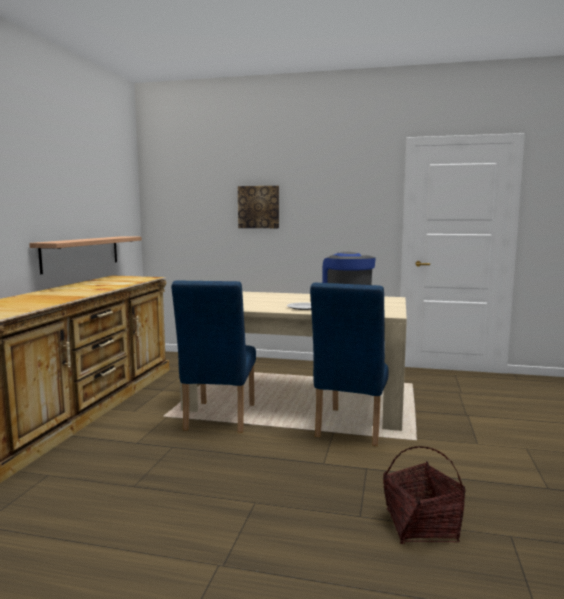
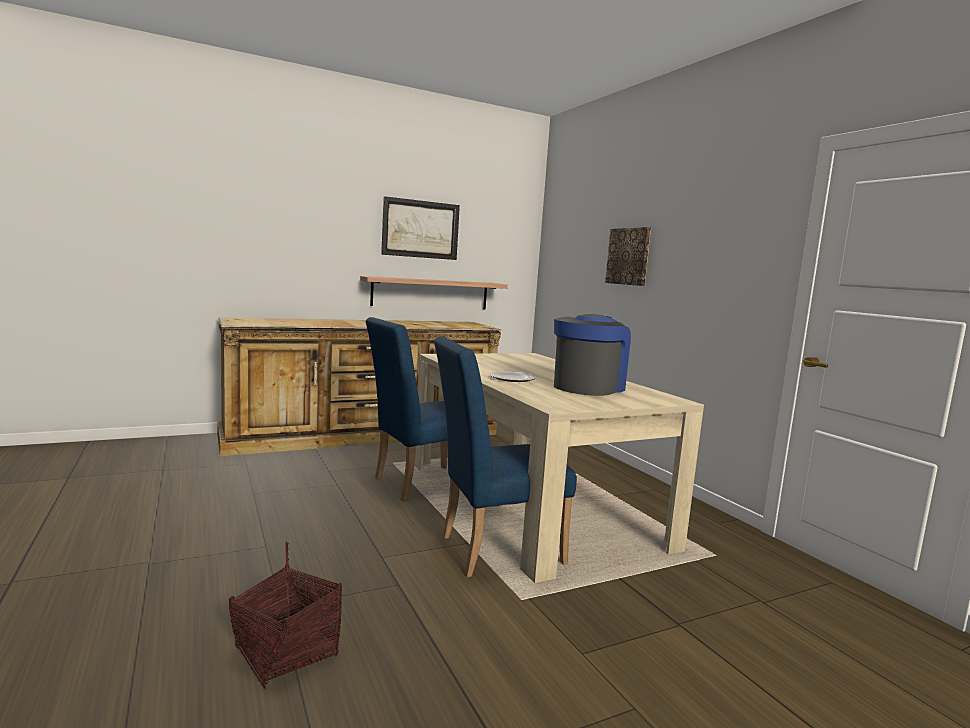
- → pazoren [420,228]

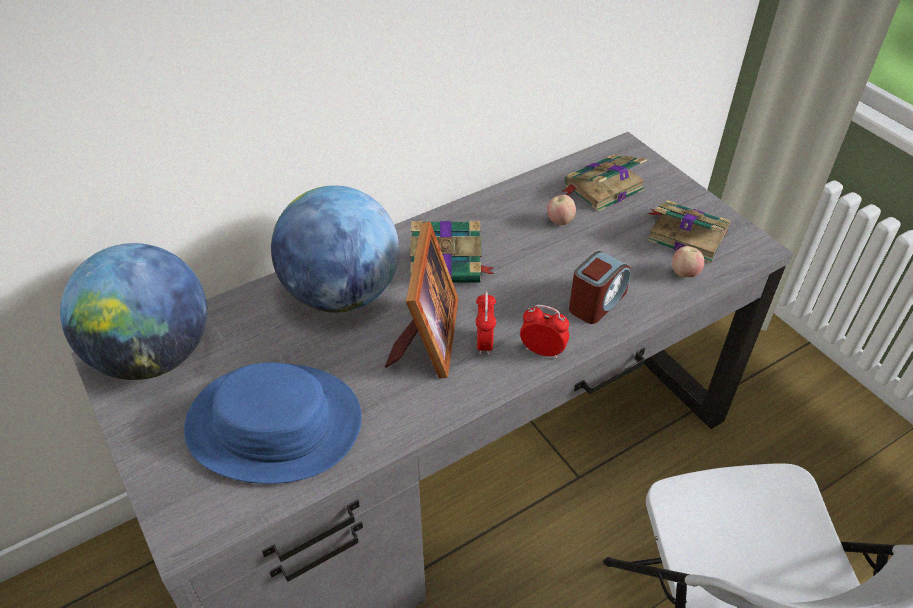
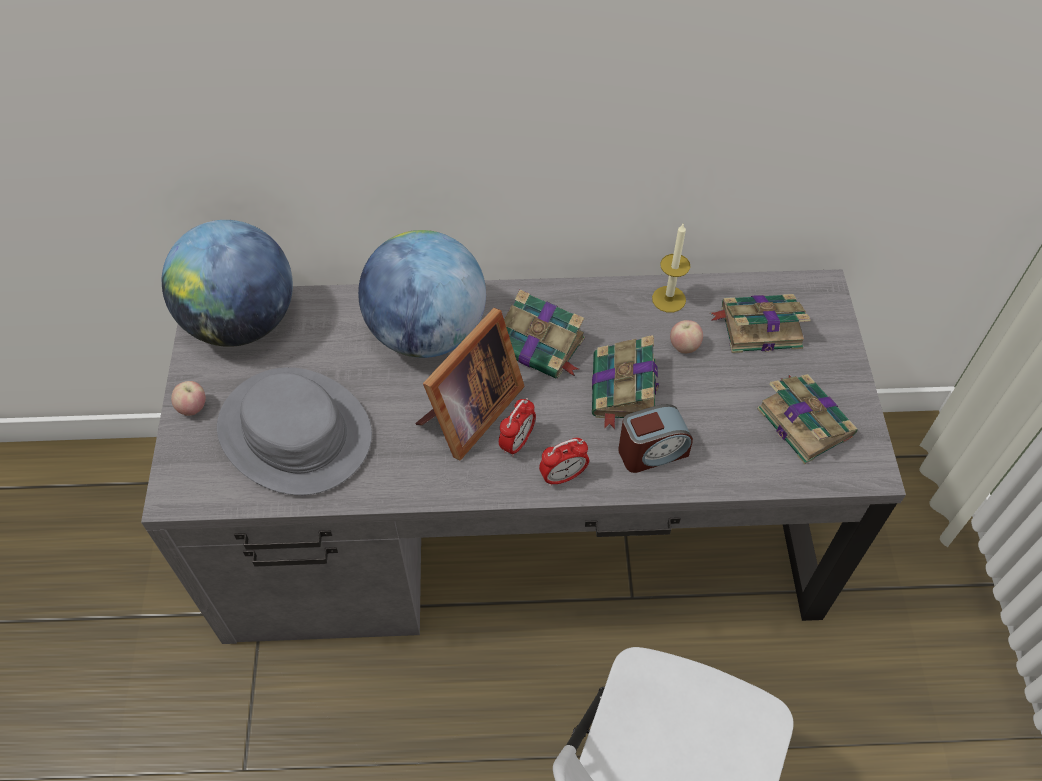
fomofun [688,261] → fomofun [188,398], move
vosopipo [544,332] → vosopipo [564,462], 105 degrees clockwise
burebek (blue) [273,423] → burebek (grey) [294,431]
- → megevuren [671,268]
- → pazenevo [625,382]

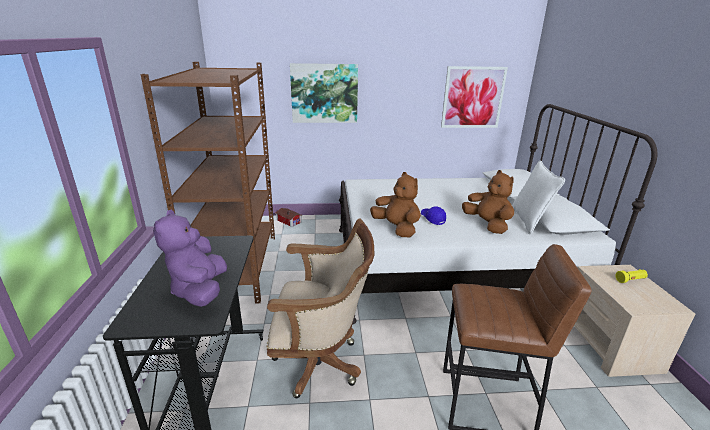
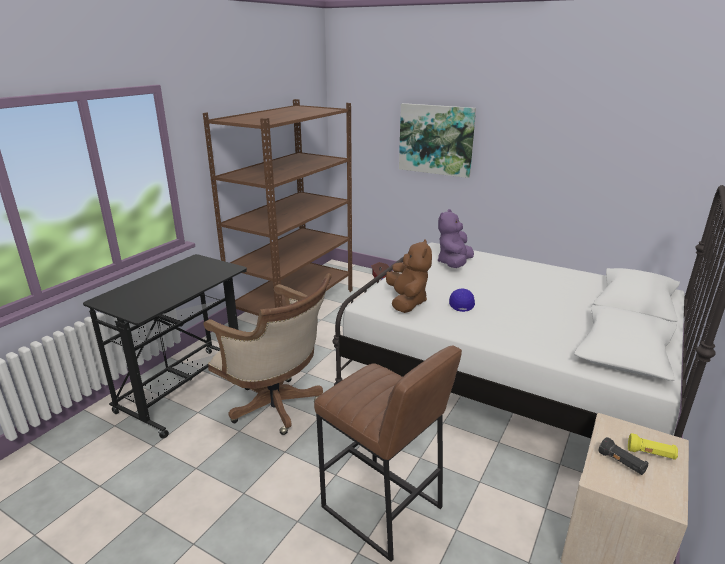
pazoren [474,97] → -
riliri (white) [538,197] → -
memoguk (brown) [488,202] → -
memoguk (purple) [190,258] → memoguk (purple) [456,238], move
- → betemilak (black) [623,456]

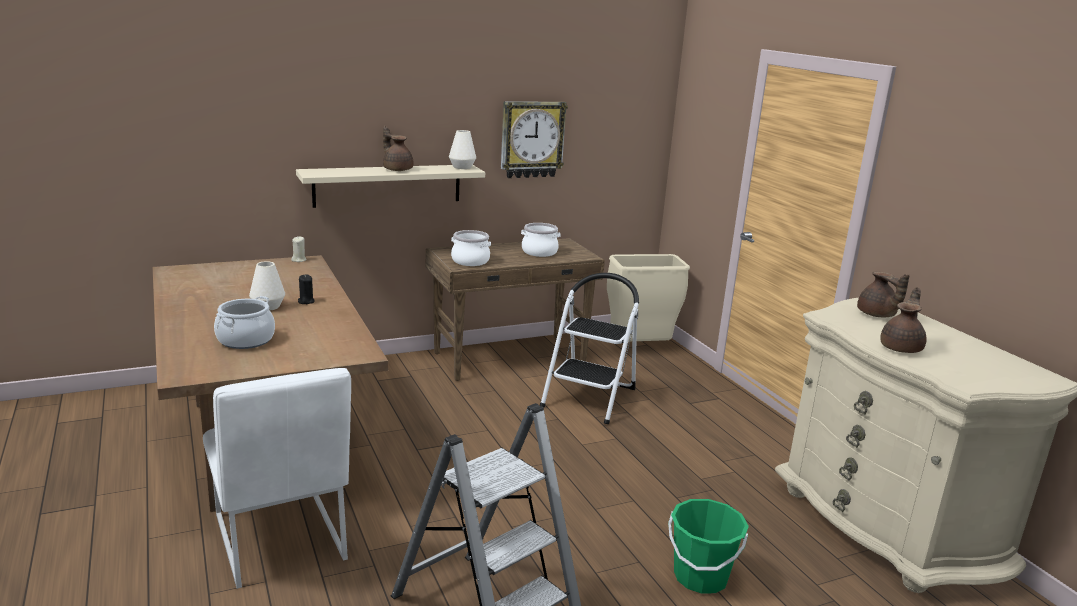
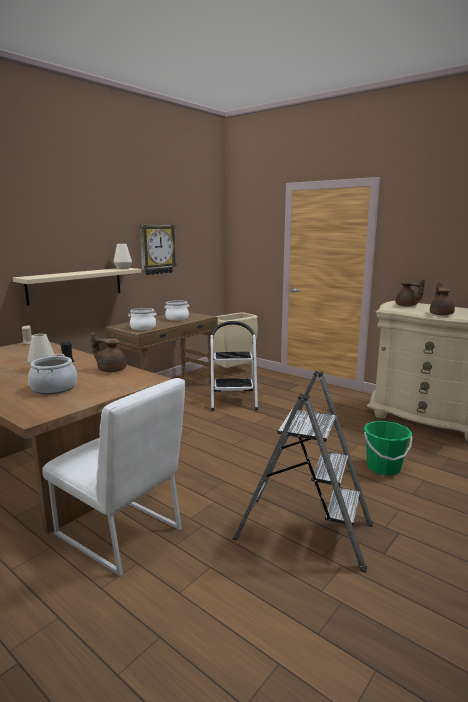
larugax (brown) [398,148] → larugax (brown) [109,352], move

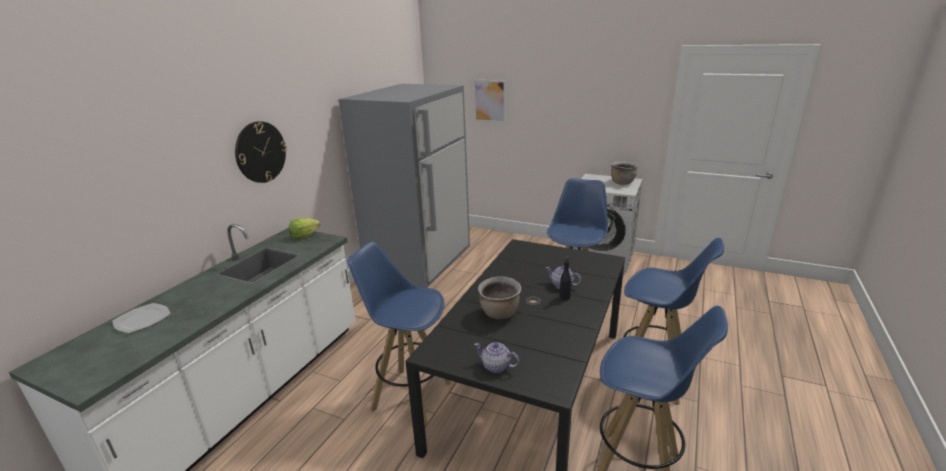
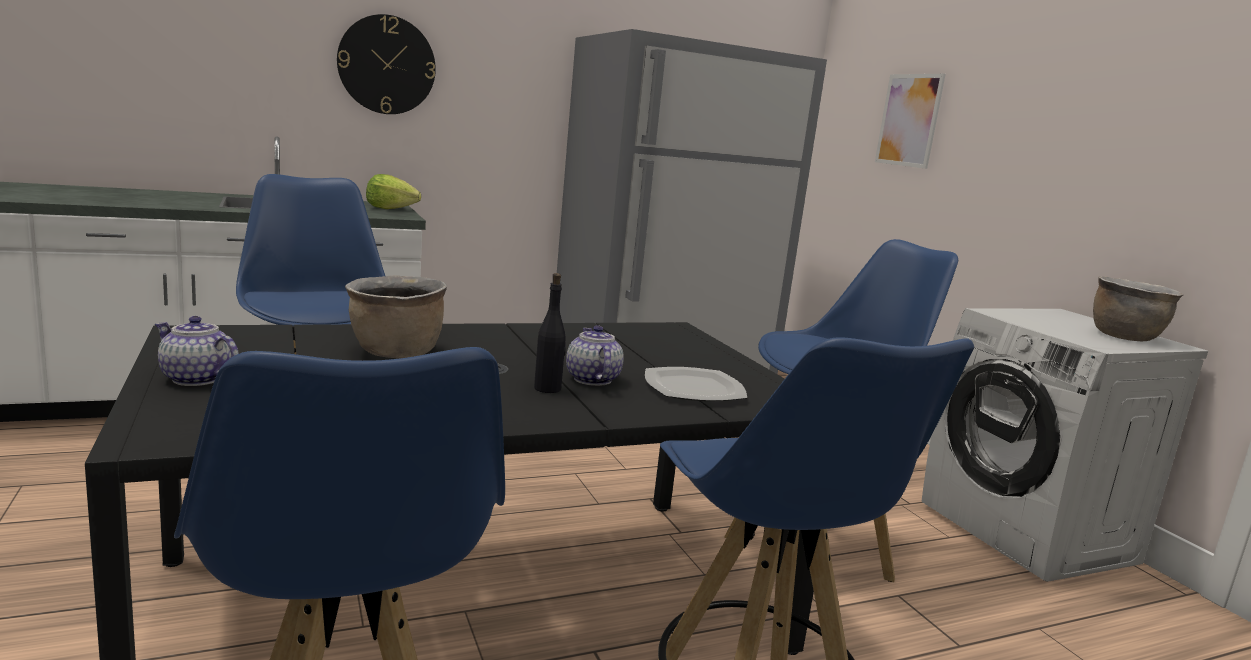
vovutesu [142,318] → vovutesu [696,384], move
larugax [496,358] → larugax [197,351], 45 degrees counterclockwise

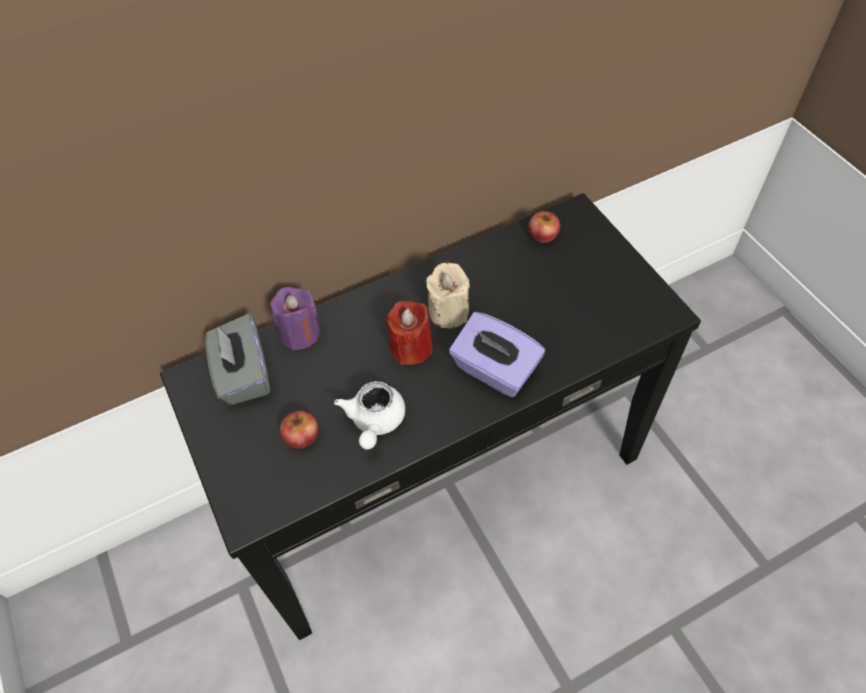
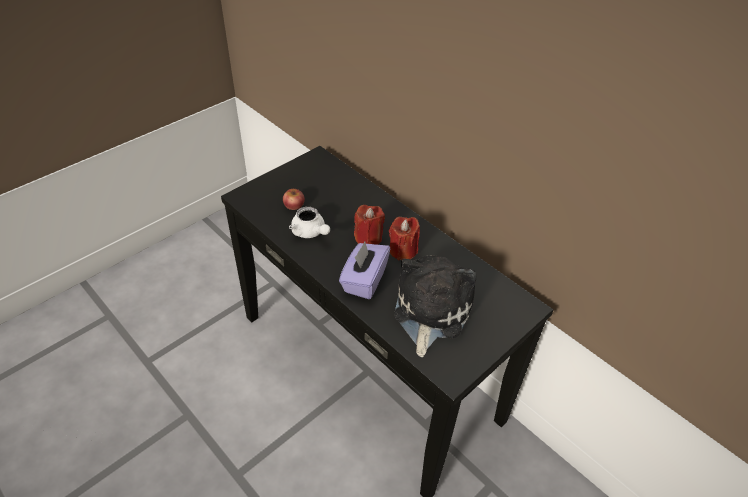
fomofun [544,227] → -
megevuren (beige) [448,295] → megevuren (red) [404,239]
megevuren (purple) [295,319] → -
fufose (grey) [237,359] → -
larugax (white) [369,415] → larugax (white) [309,222], 120 degrees counterclockwise
- → memoguk [435,306]

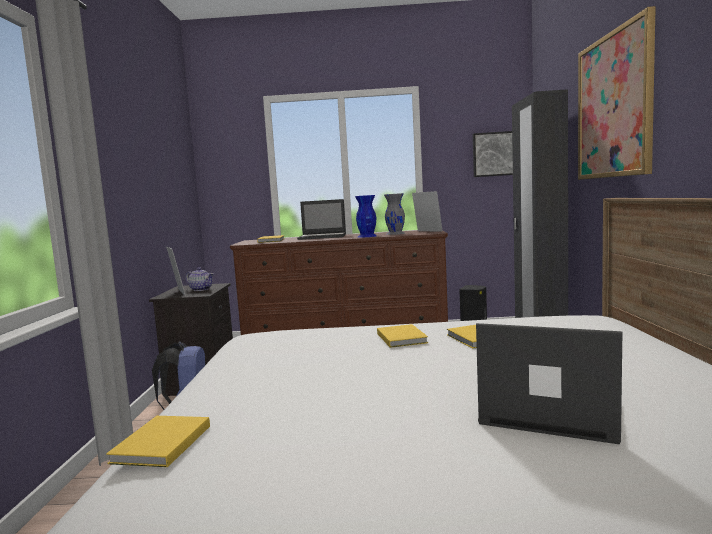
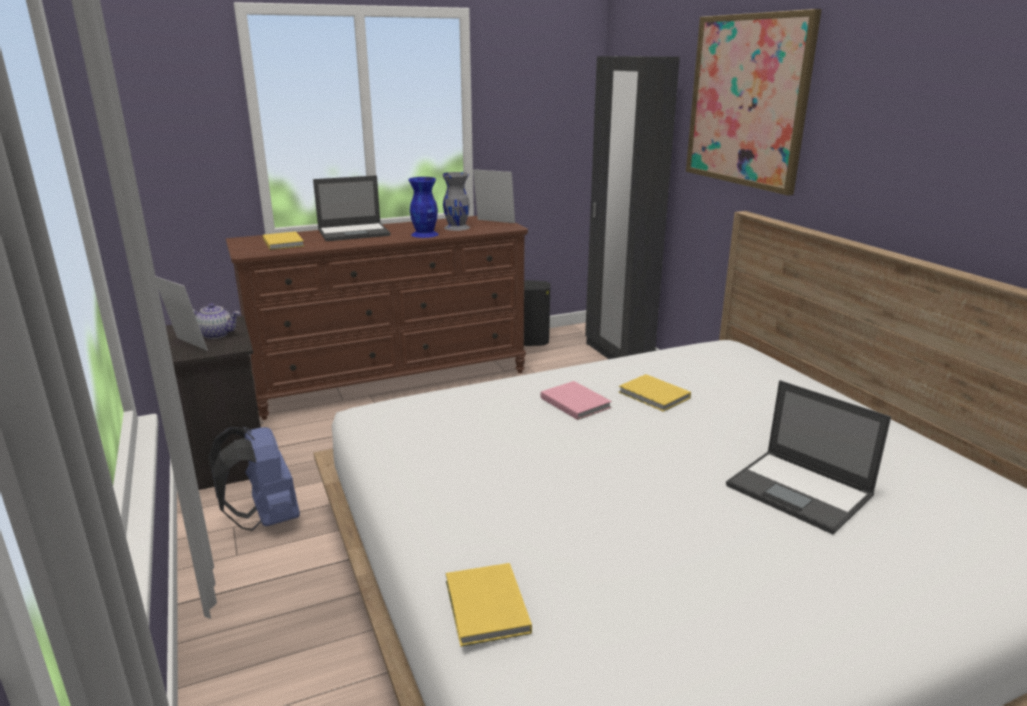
pazoren [493,154] → -
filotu [549,383] → filotu [808,457], 135 degrees counterclockwise
pazenevo (yellow) [402,336] → pazenevo (pink) [576,400]

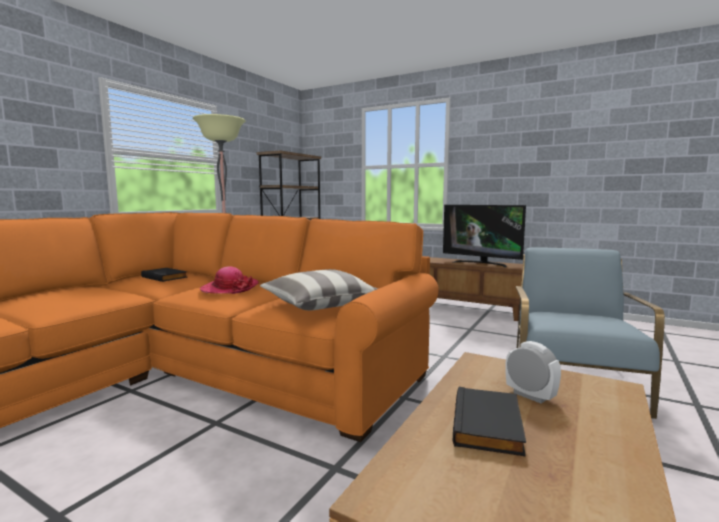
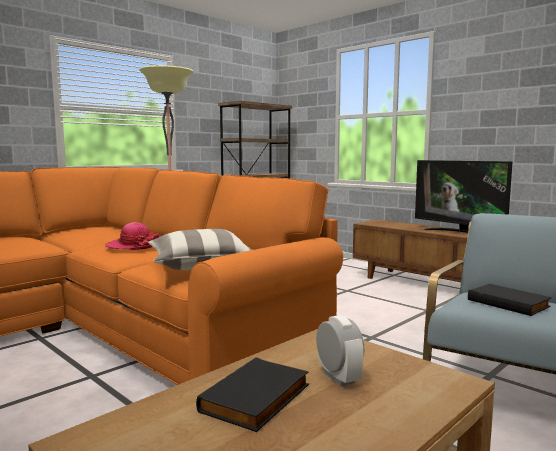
pazenevo (black) [164,275] → pazenevo (black) [510,300], move

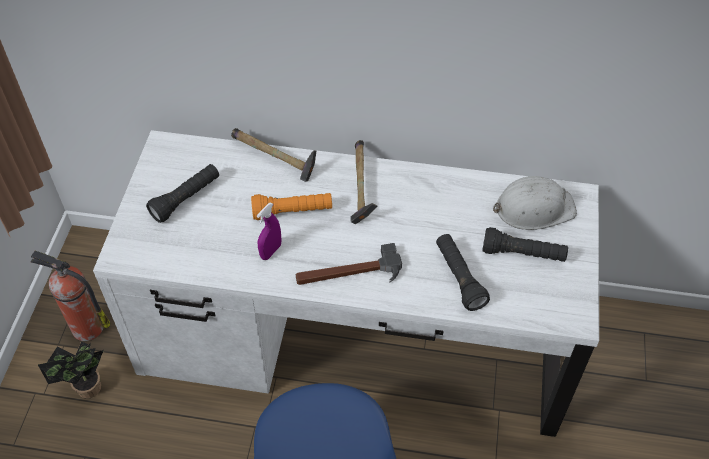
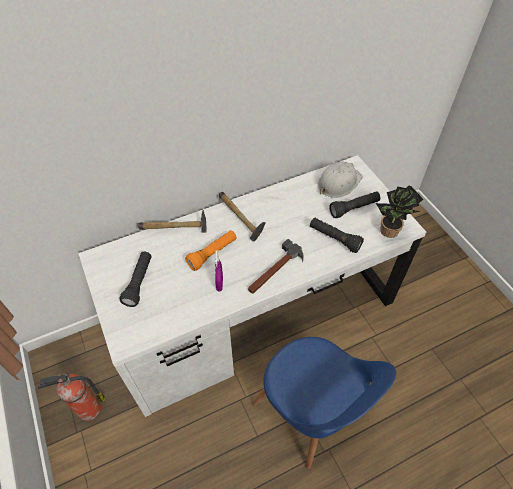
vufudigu [71,370] → vufudigu [399,211], move

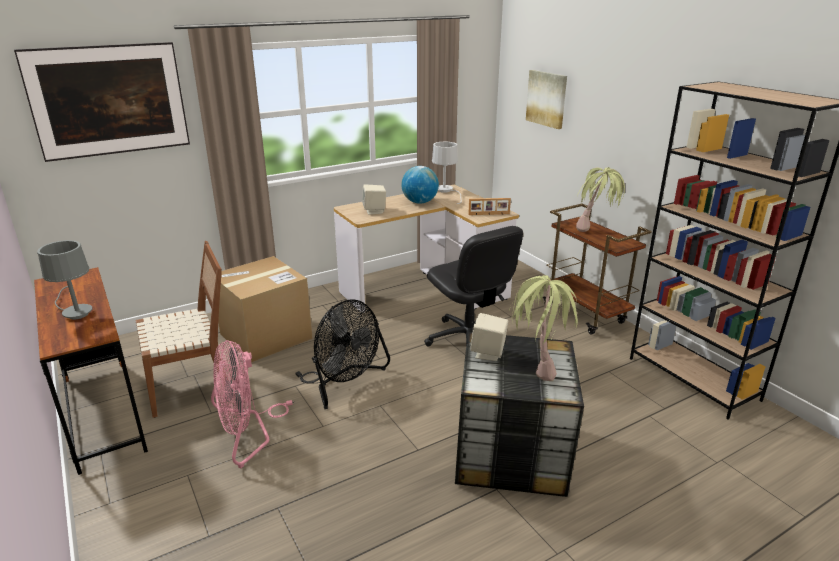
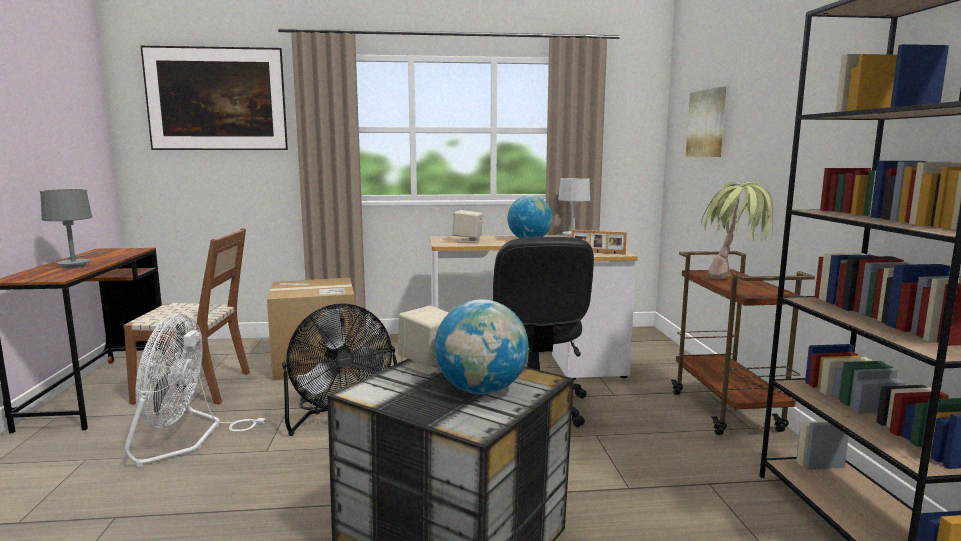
vufudigu [543,328] → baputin [481,346]
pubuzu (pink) [252,404] → pubuzu (white) [196,391]

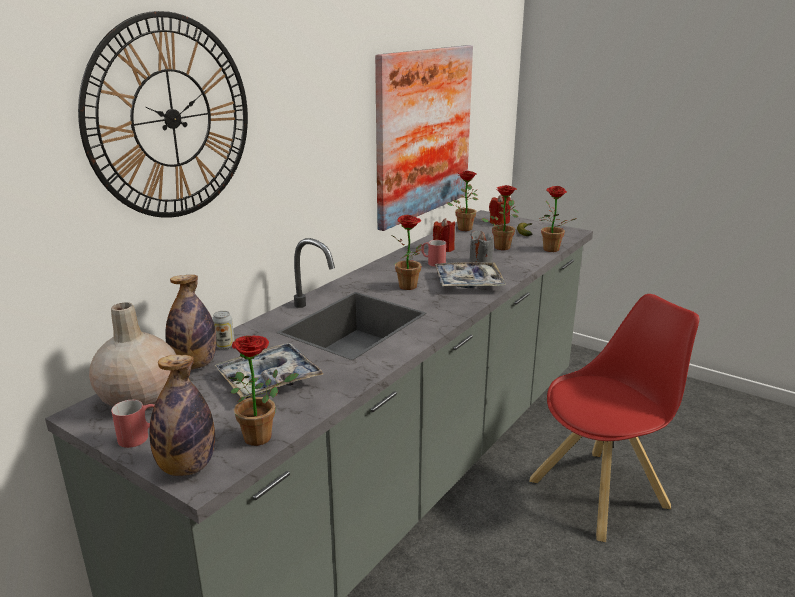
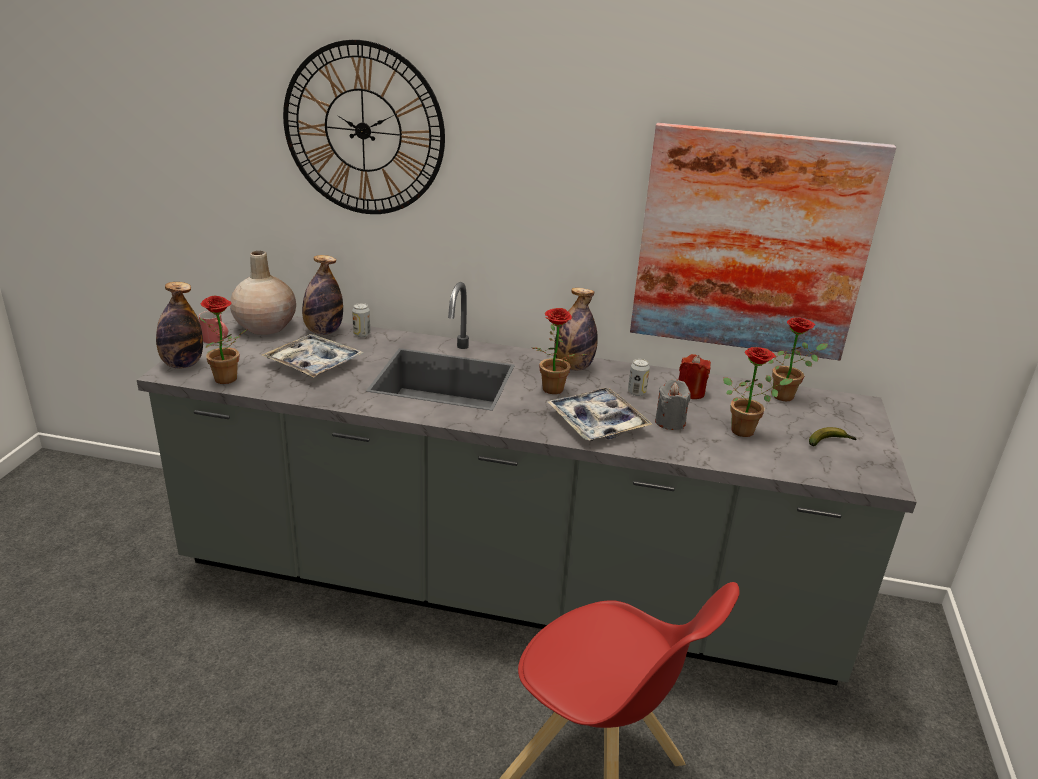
vufudigu [558,219] → -
megevuren (red) [500,209] → -
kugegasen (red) [433,253] → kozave [639,377]
- → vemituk [576,329]

